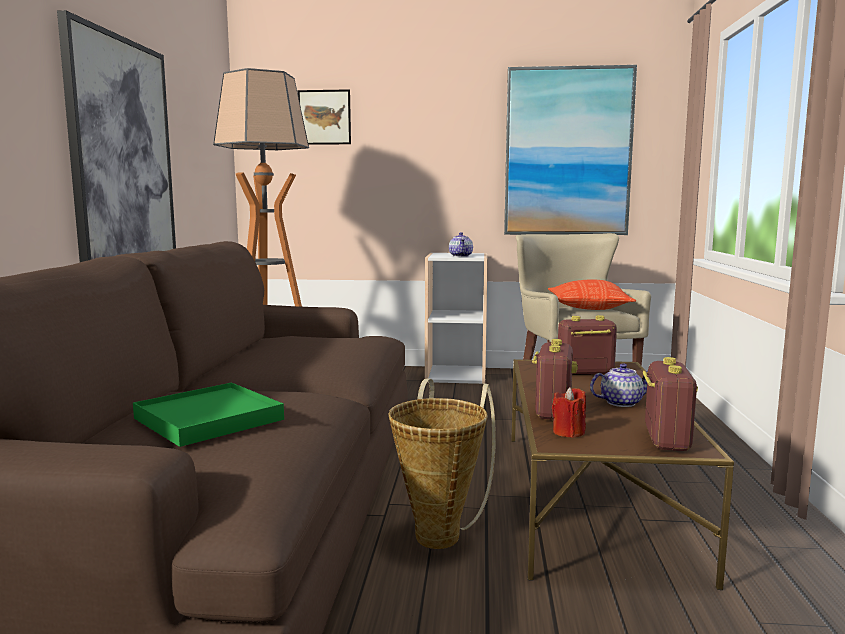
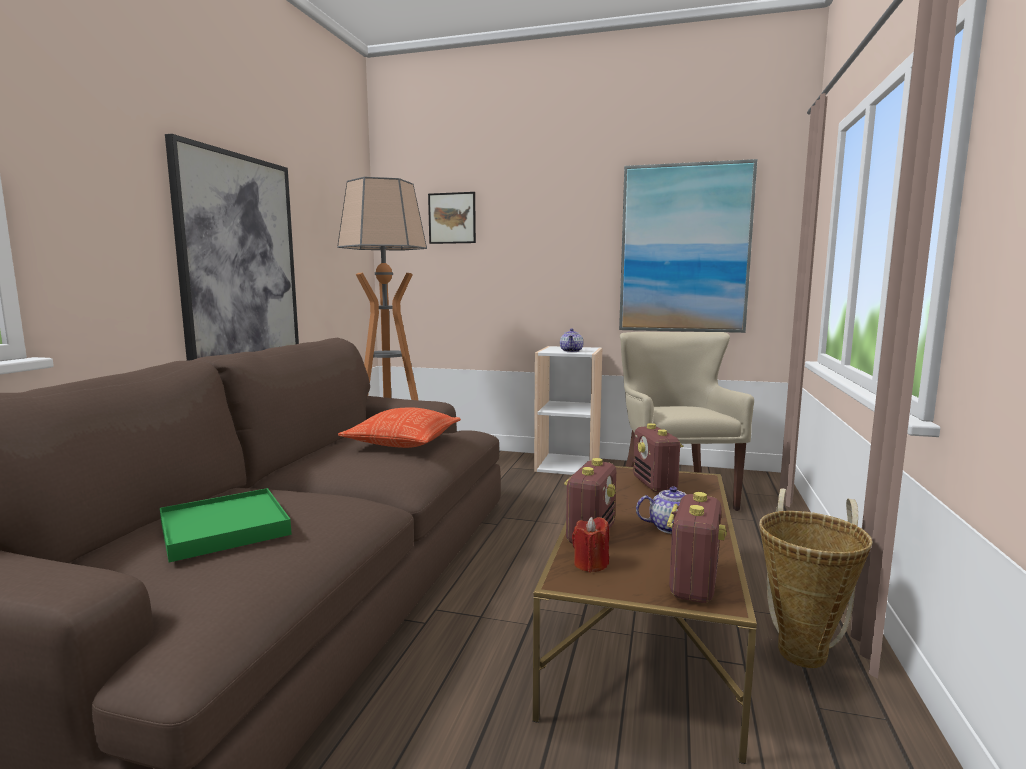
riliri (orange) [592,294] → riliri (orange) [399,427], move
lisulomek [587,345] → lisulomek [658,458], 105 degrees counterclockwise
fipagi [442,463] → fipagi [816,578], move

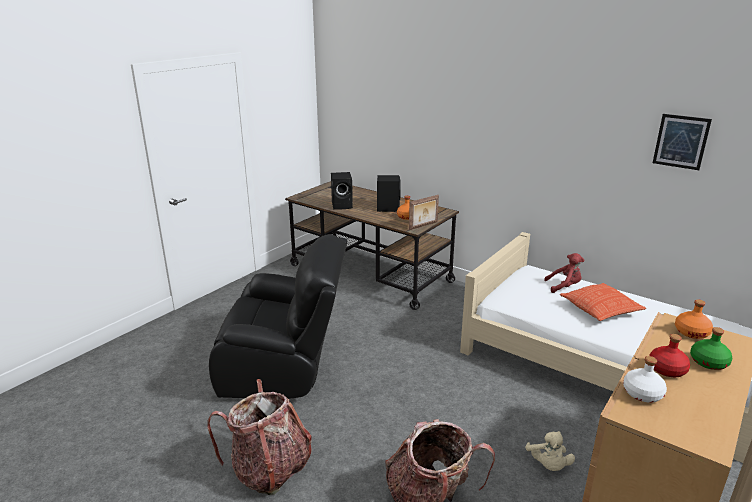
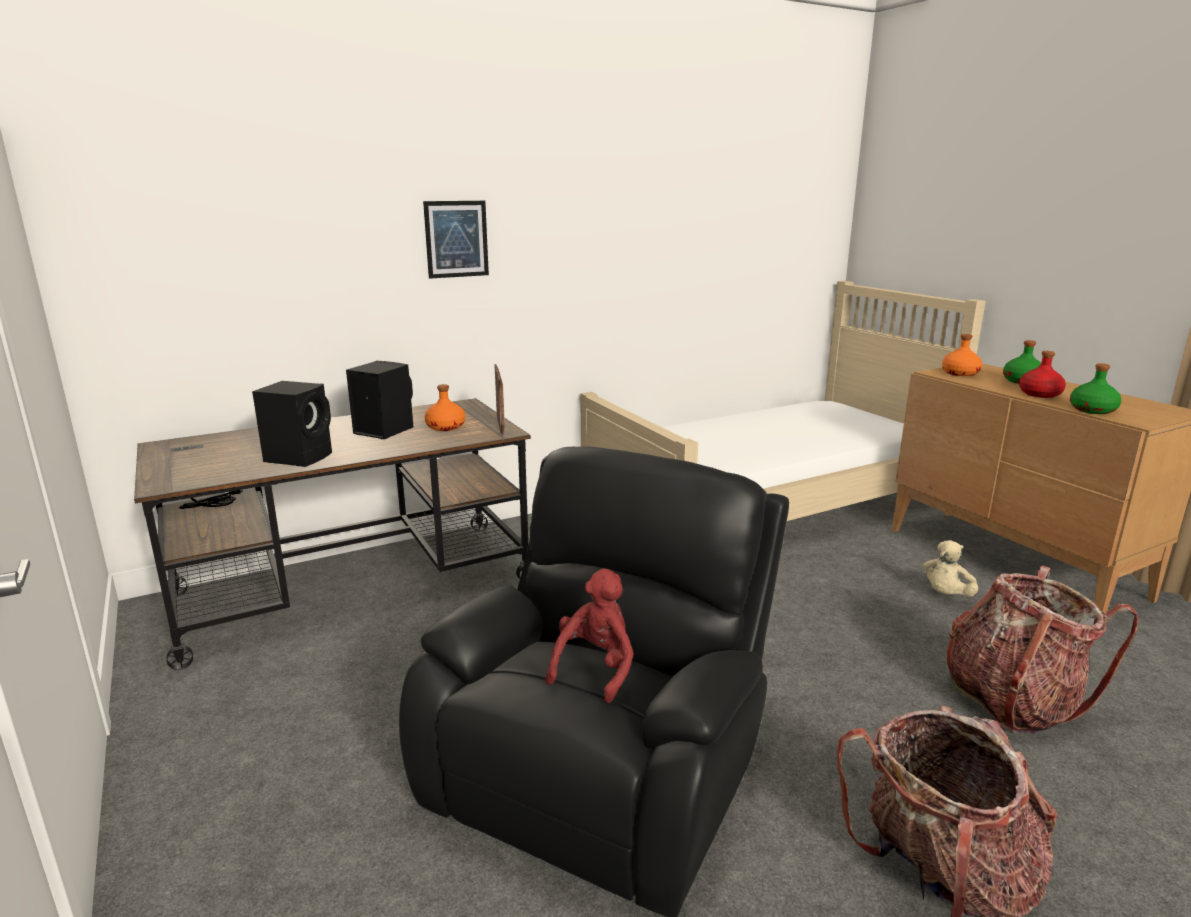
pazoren [682,142] → pazoren [456,240], move
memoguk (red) [564,273] → memoguk (red) [590,635], move
riliri (orange) [603,302] → -
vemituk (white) [645,379] → vemituk (green) [1096,388]
memoguk (beige) [550,451] → memoguk (beige) [951,568], 105 degrees clockwise

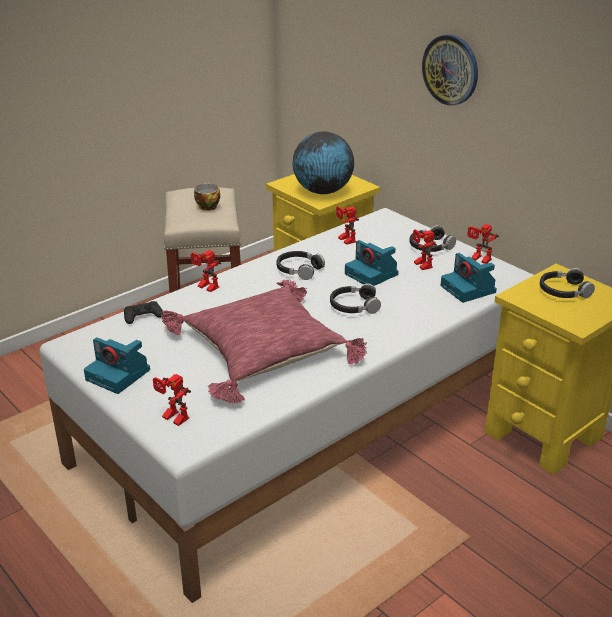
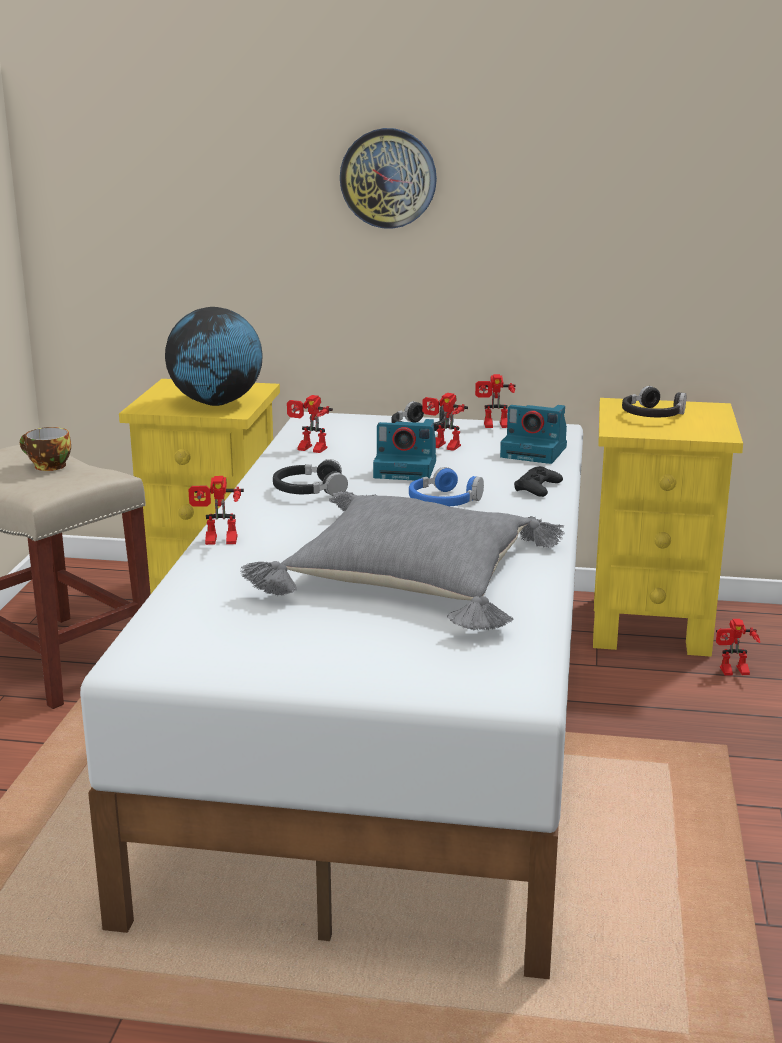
riliri (red) [264,341] → riliri (grey) [403,560]
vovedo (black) [355,298] → vovedo (blue) [446,486]
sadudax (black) [143,312] → sadudax (black) [538,481], move
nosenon [117,365] → -
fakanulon [172,400] → fakanulon [738,647], move

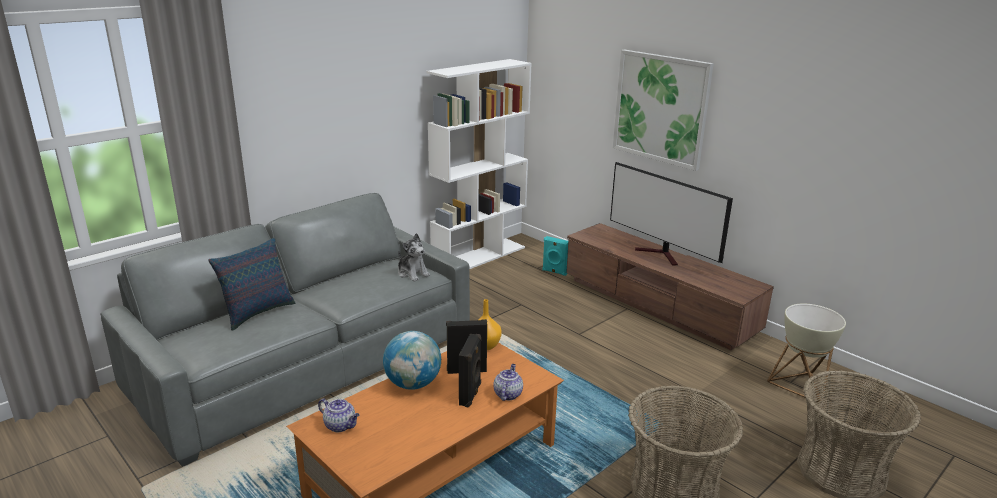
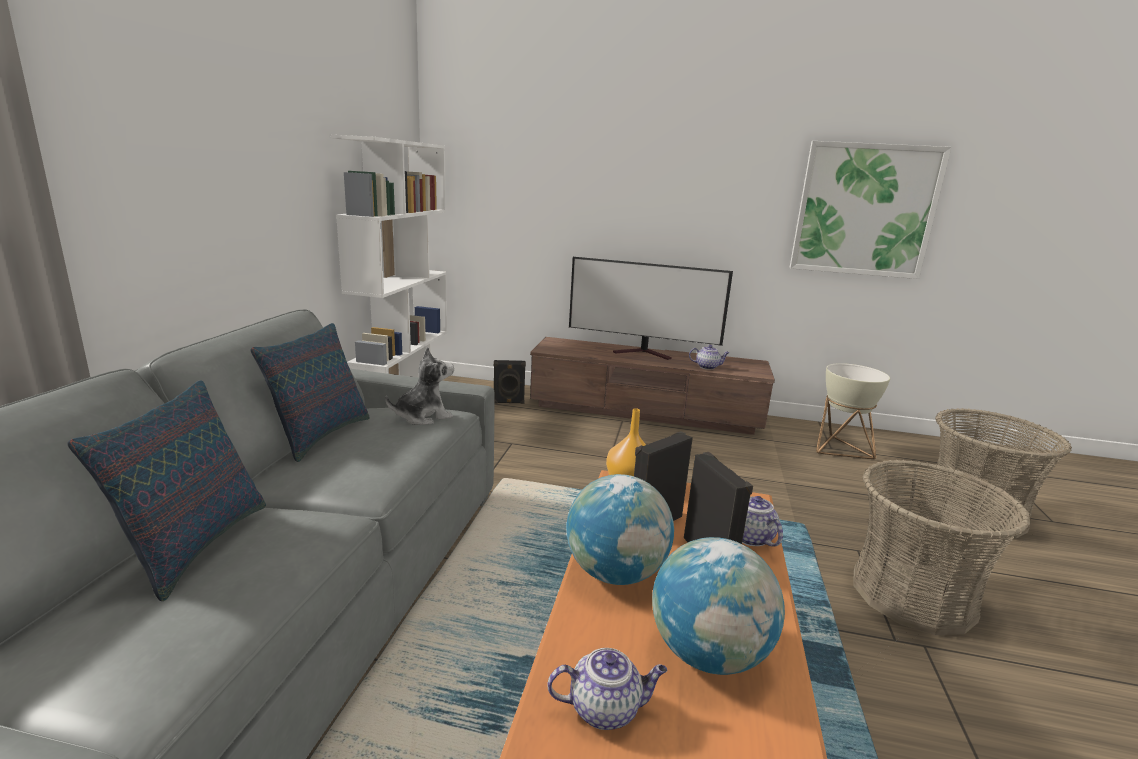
pazoren [663,110] → pazoren [870,210], move
memoguk [414,257] → memoguk [419,386], 45 degrees counterclockwise
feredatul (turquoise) [555,256] → feredatul (black) [510,382]
- → riliri (blue) [310,392]
- → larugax [709,357]
- → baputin [718,606]

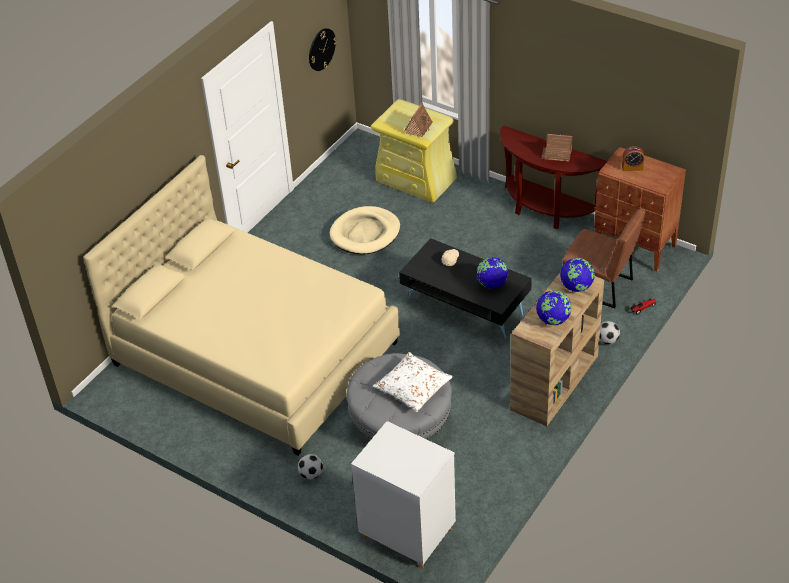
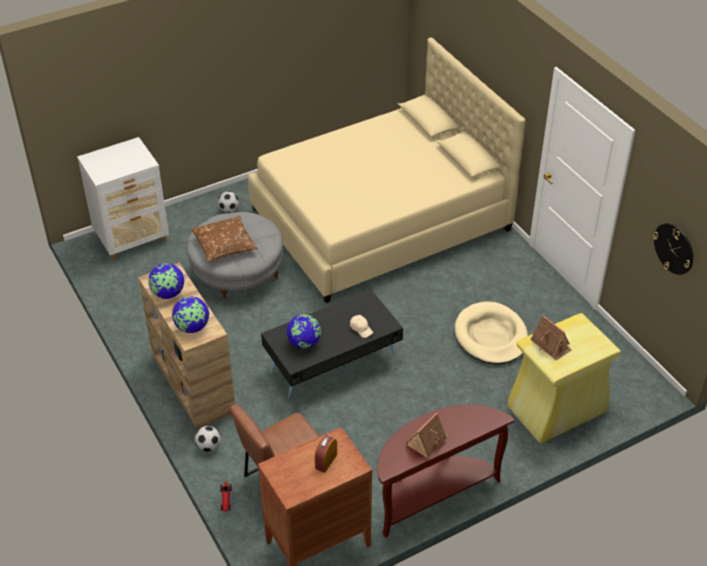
riliri (white) [413,382] → riliri (brown) [224,239]

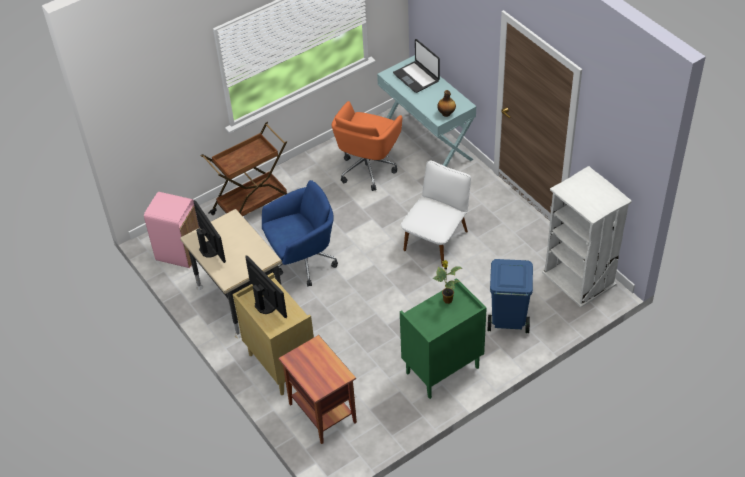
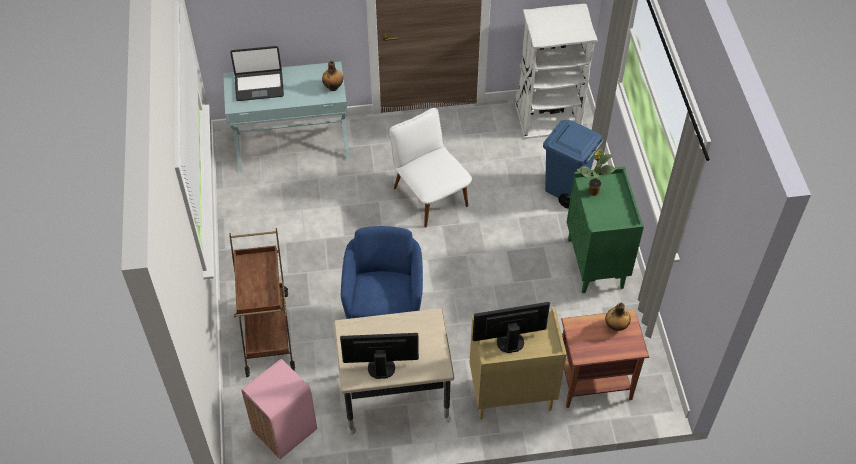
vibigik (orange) [367,146] → -
- → vemituk [618,317]

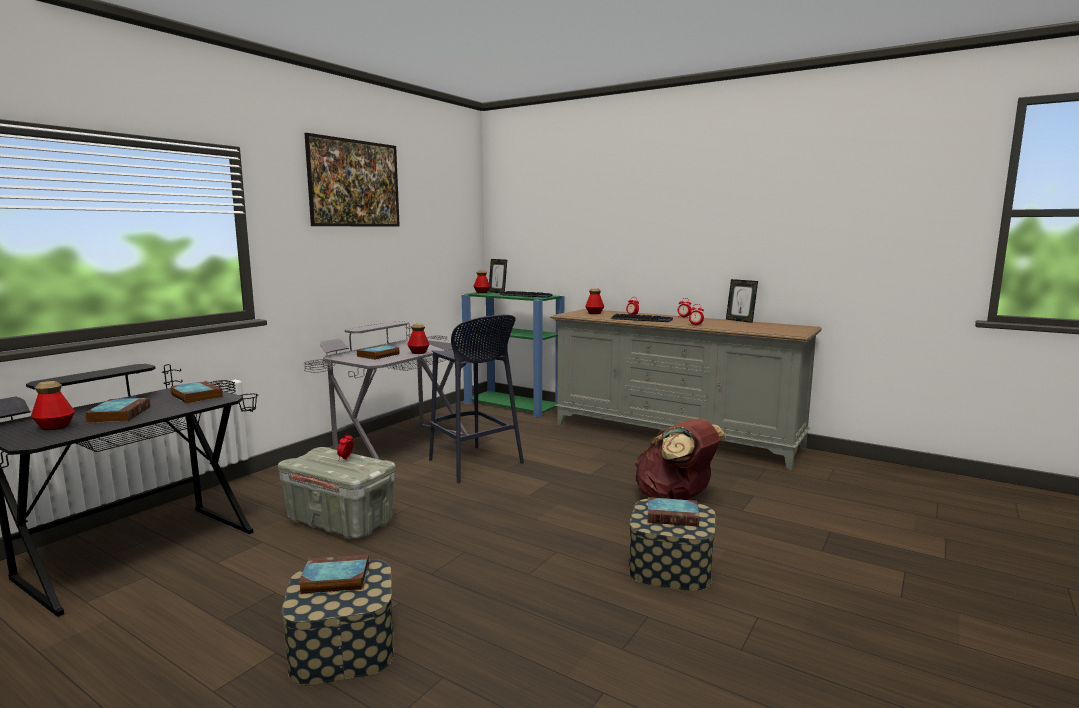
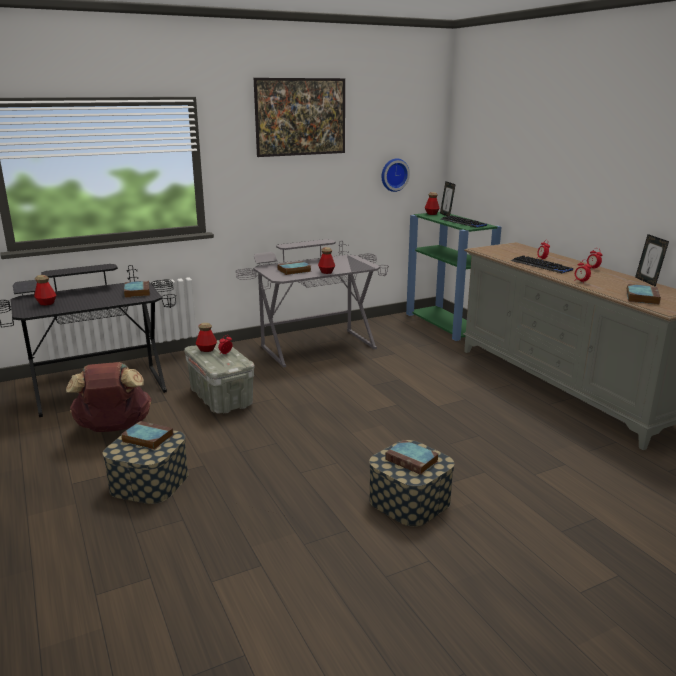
vemituk [594,301] → vemituk [206,337], move
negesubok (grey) [476,398] → -
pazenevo [117,410] → pazenevo [643,294], move
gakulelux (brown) [680,459] → gakulelux (brown) [109,397], move
- → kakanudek [395,175]

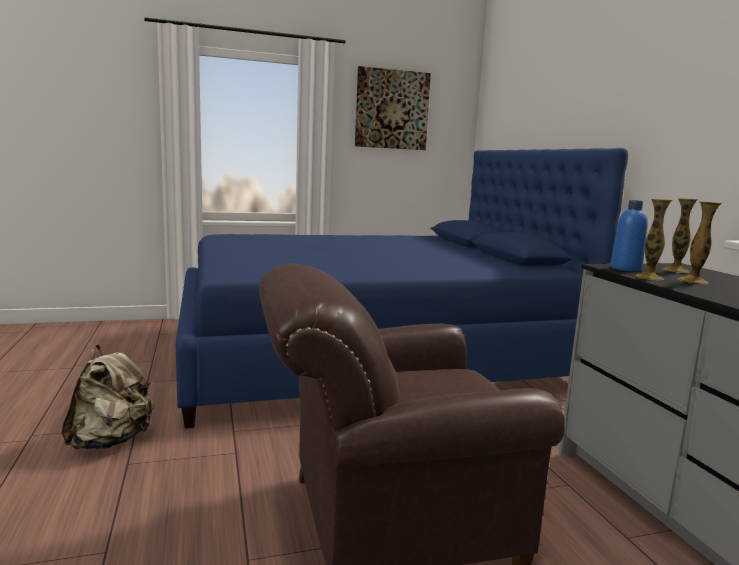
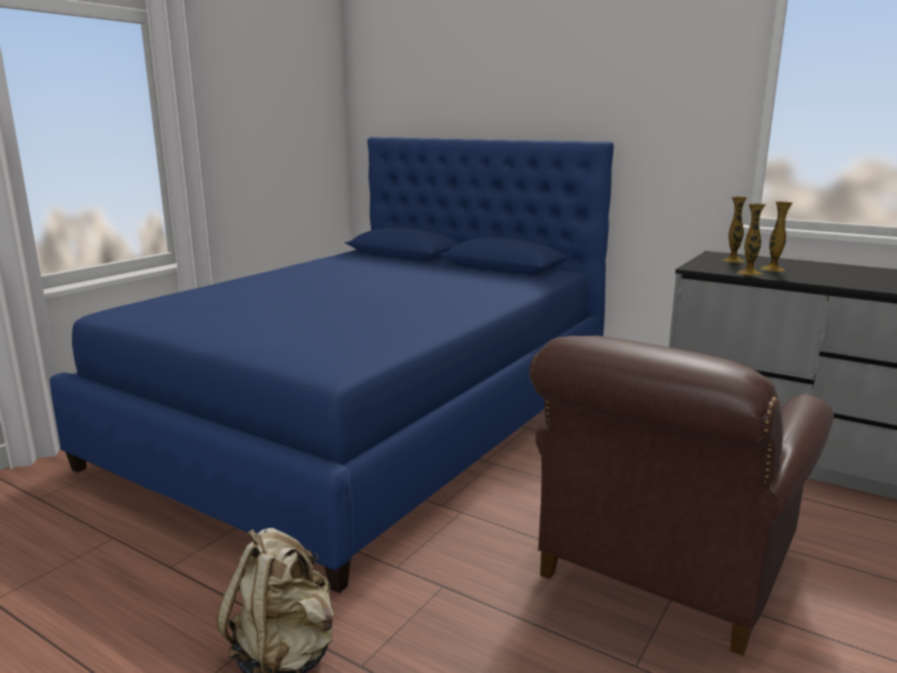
pazoren [393,108] → -
vemituk (blue) [629,236] → -

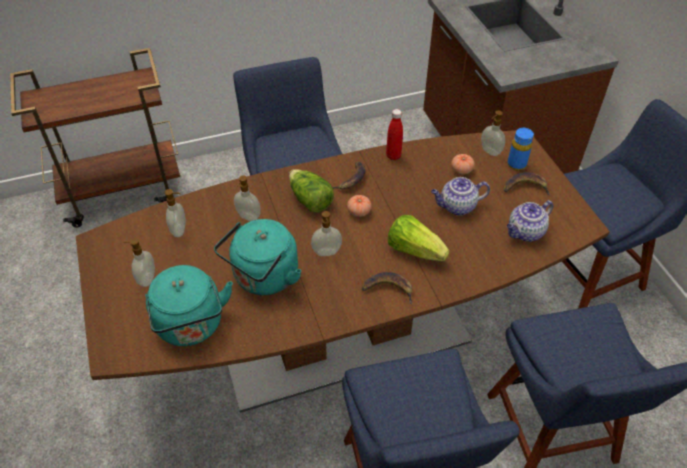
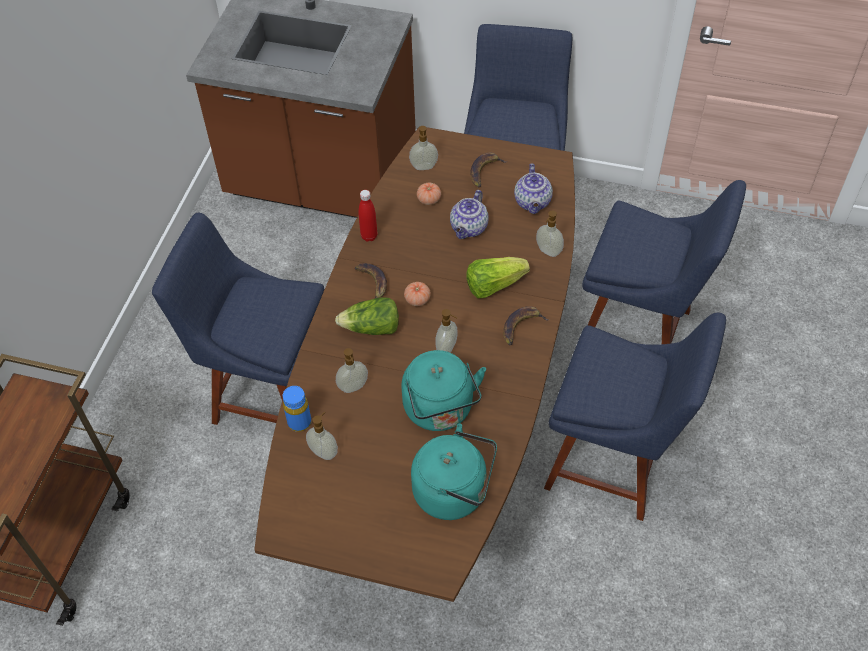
vemituk (blue) [520,149] → vemituk (blue) [297,409], move
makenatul [139,262] → makenatul [550,233], move

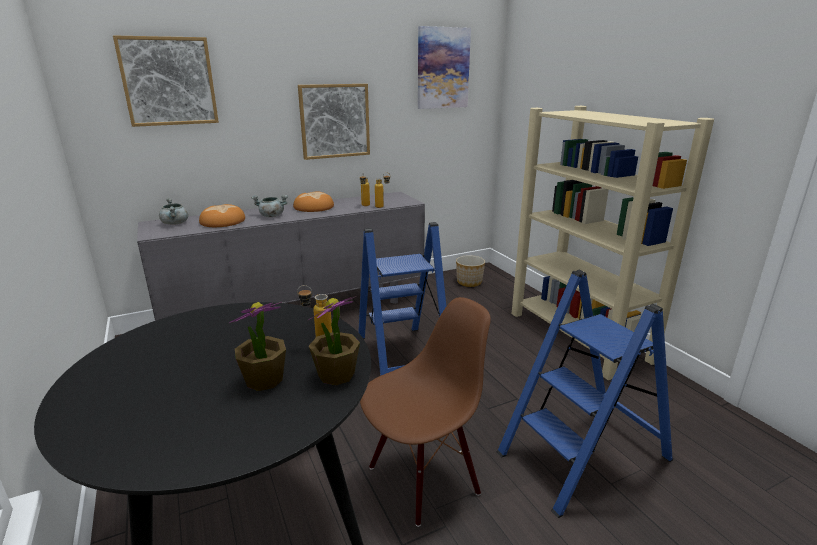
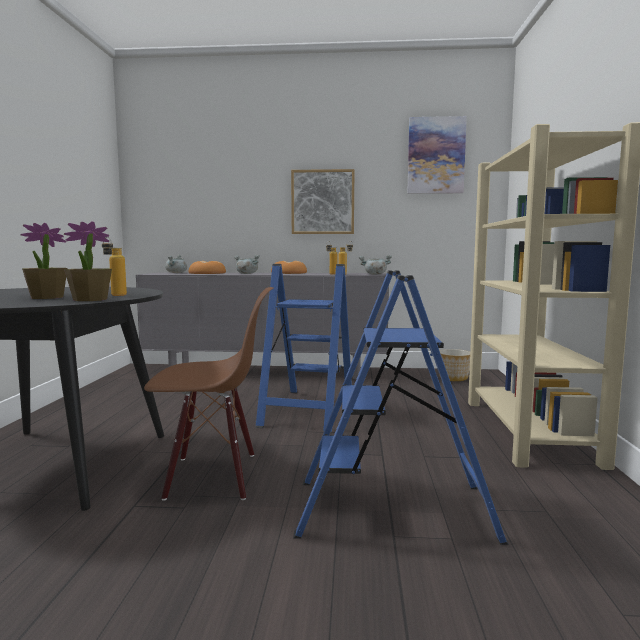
pazoren [166,81] → -
- → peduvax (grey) [375,265]

